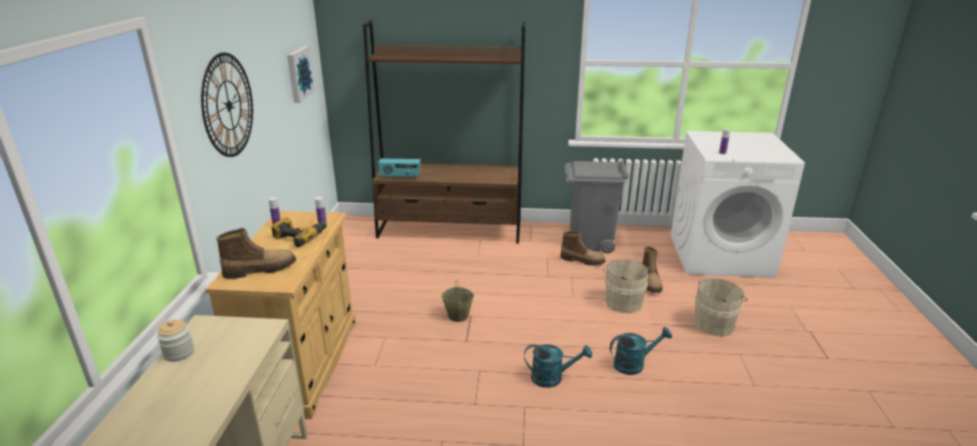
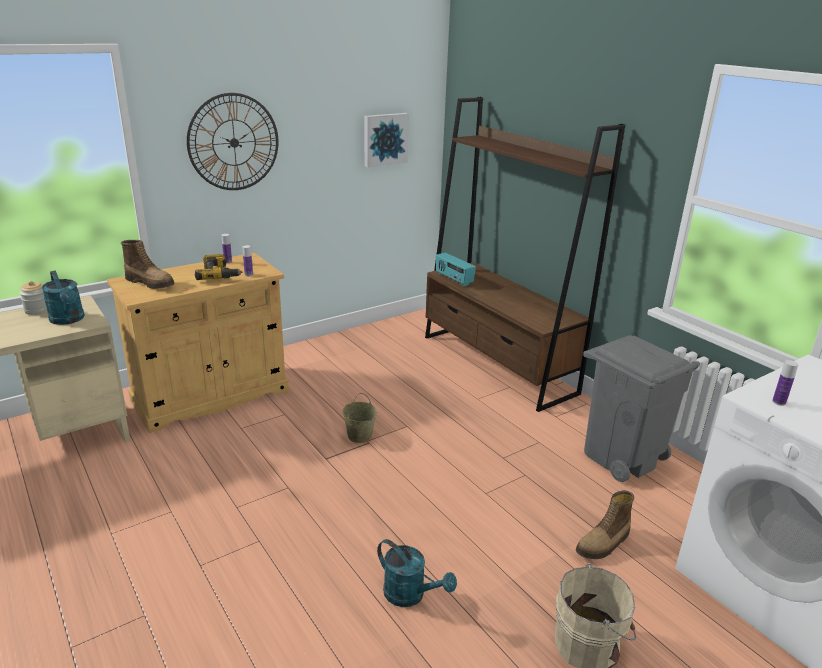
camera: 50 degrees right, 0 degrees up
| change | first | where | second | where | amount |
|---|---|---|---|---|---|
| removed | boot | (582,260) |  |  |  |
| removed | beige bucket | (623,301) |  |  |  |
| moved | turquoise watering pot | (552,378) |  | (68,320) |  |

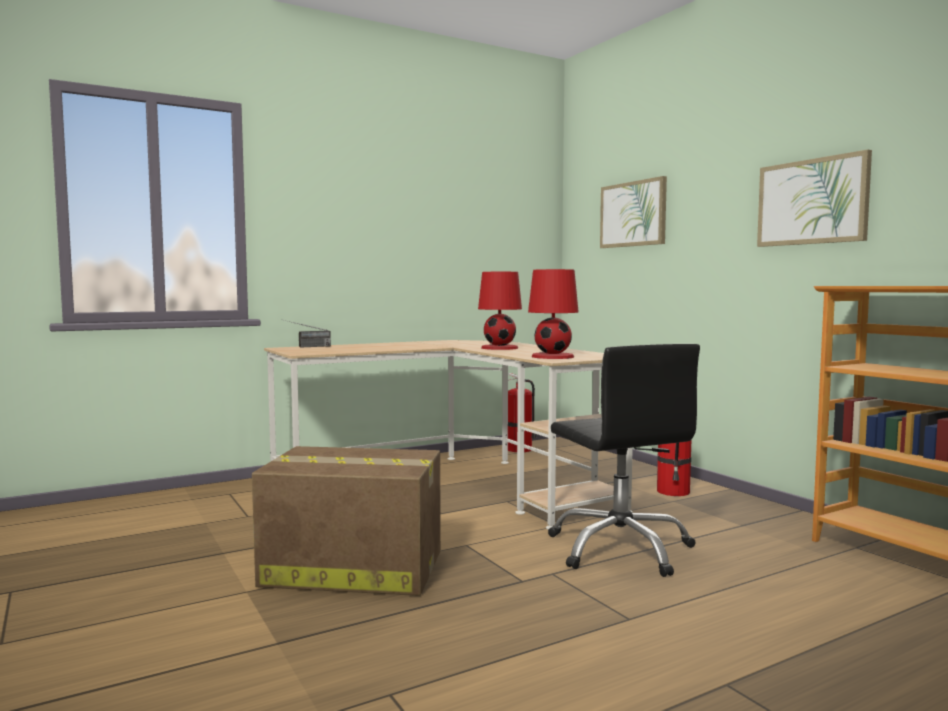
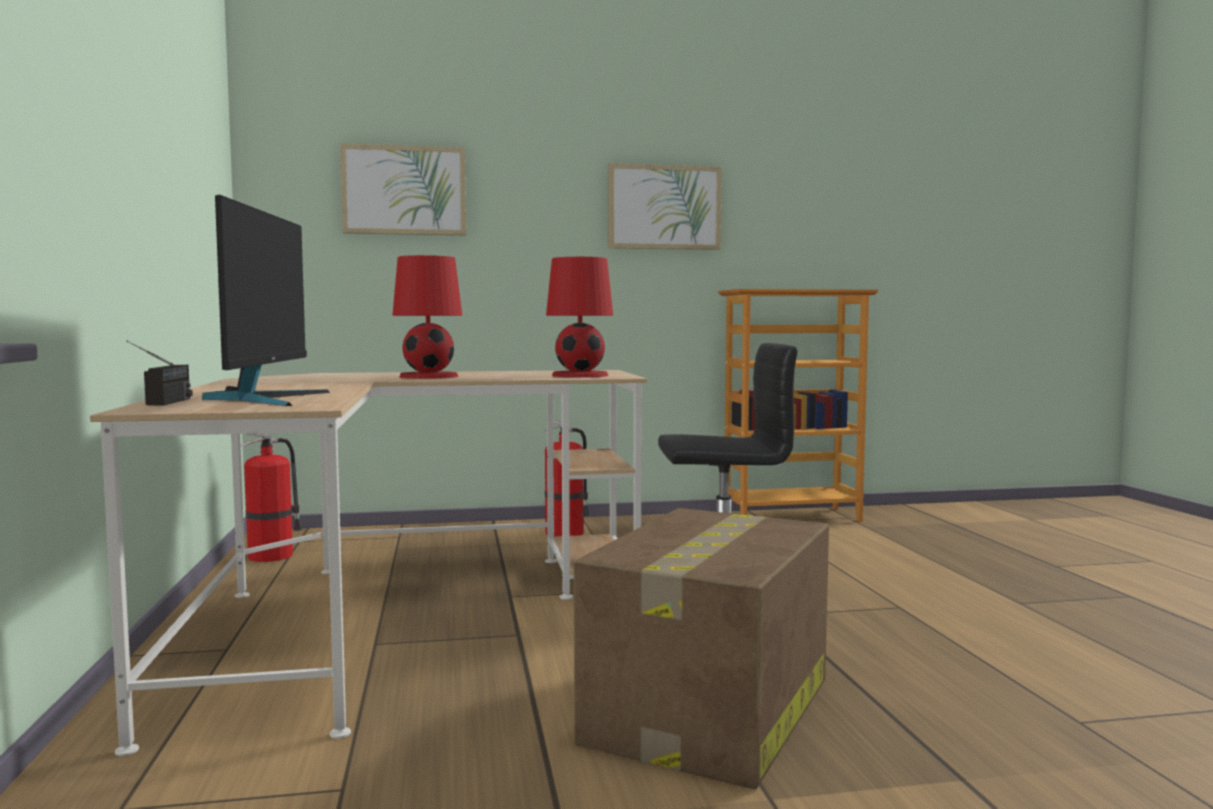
camera: 70 degrees left, 0 degrees up
| change | first | where | second | where | amount |
|---|---|---|---|---|---|
| added |  |  | monitor | (265,399) |  |

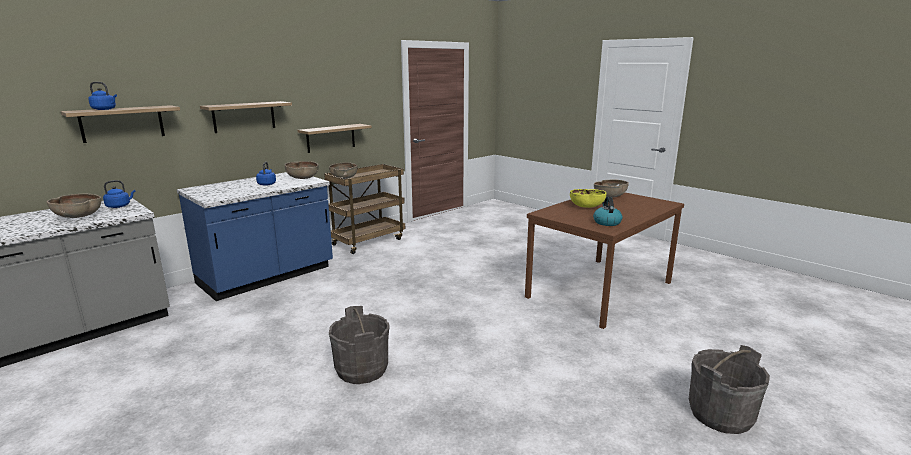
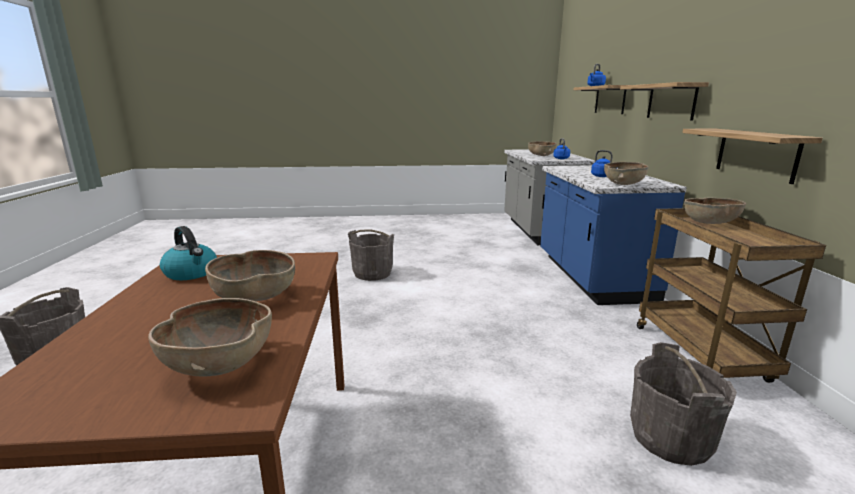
camera: 130 degrees right, 0 degrees up
| change | first | where | second | where | amount |
|---|---|---|---|---|---|
| added |  |  | grey bucket | (671,438) |  |
| recoloured | yellow-coloured deep dish | (586,207) | brown deep dish | (255,297) |  |

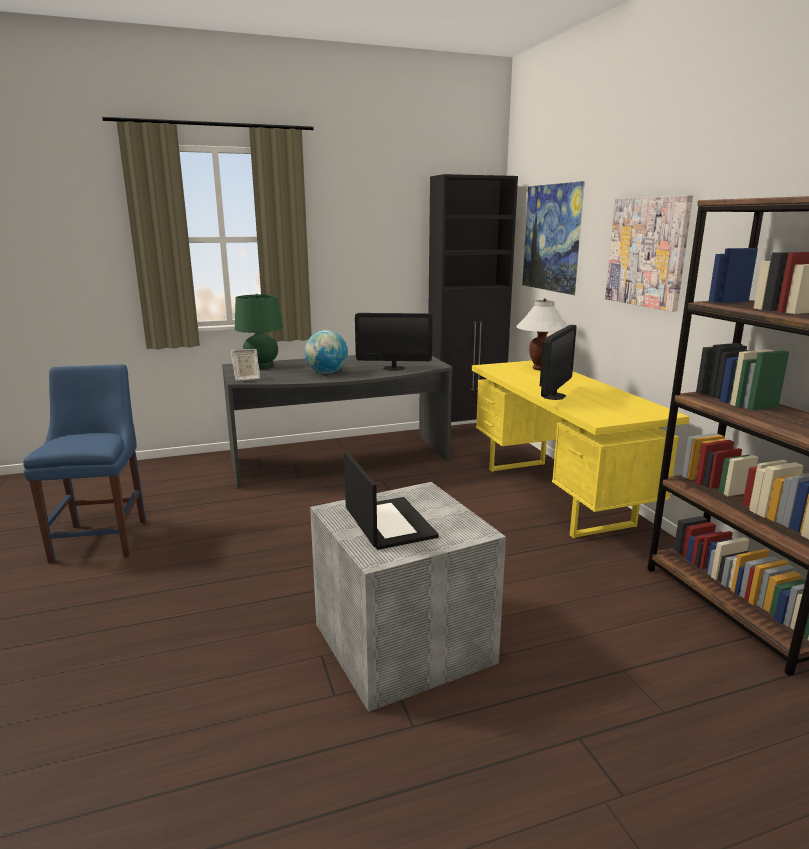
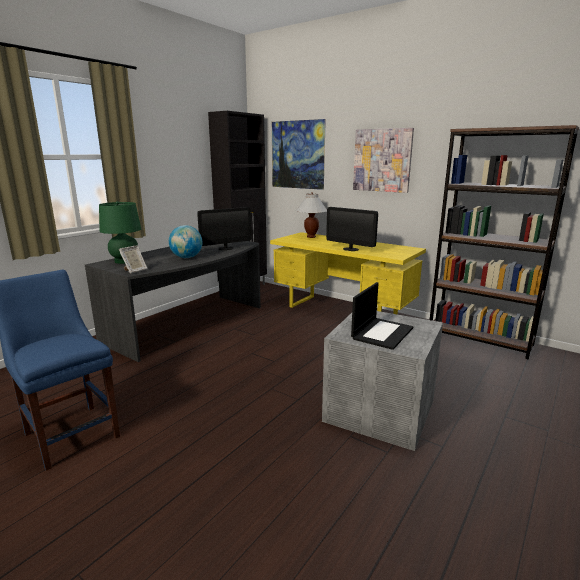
camera: 35 degrees left, 0 degrees up
| change | first | where | second | where | amount |
|---|---|---|---|---|---|
| turned | portable computer | (388,523) |  | (382,333) | 90 degrees clockwise |
| turned | monitor | (553,396) |  | (350,249) | 135 degrees clockwise |

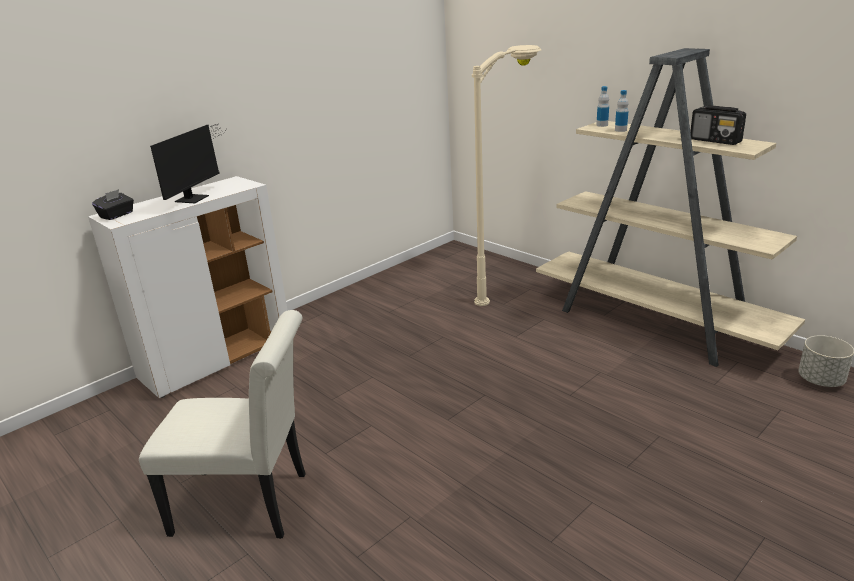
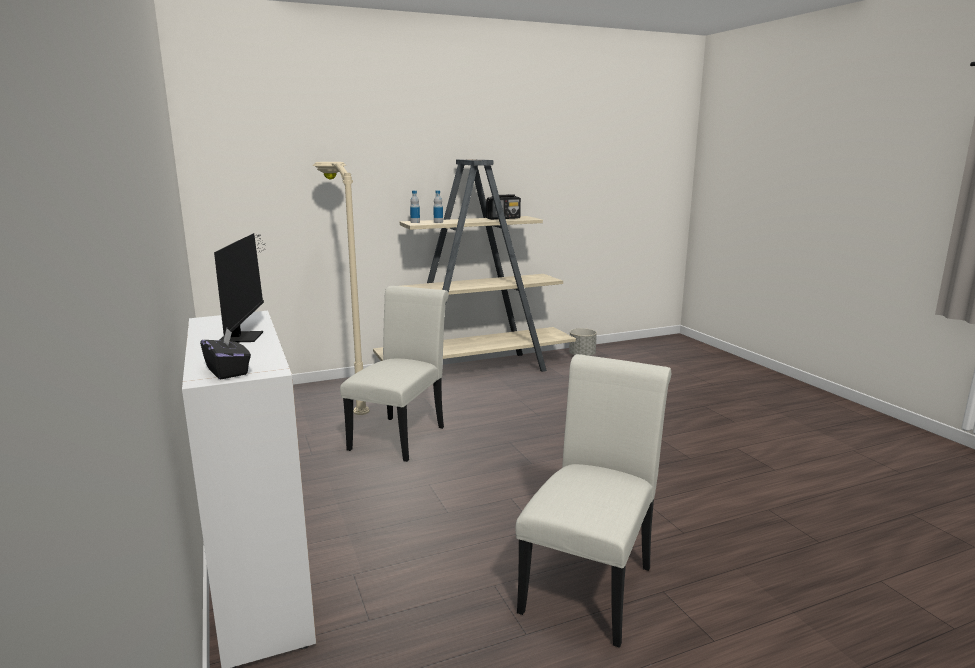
camera: 70 degrees left, 10 degrees down
| change | first | where | second | where | amount |
|---|---|---|---|---|---|
| added |  |  | white plain chair | (401,435) |  |
| turned | monitor | (196,197) |  | (244,335) | 45 degrees clockwise |

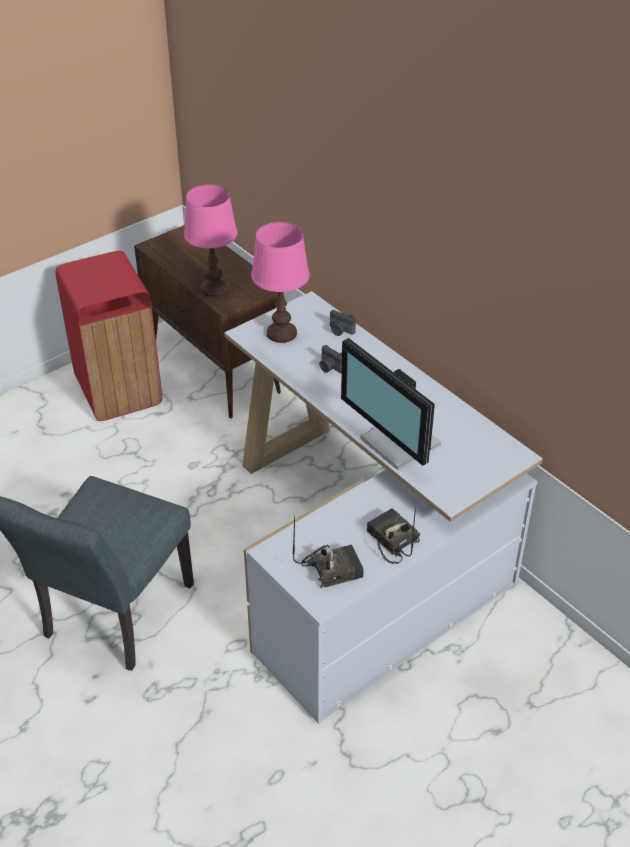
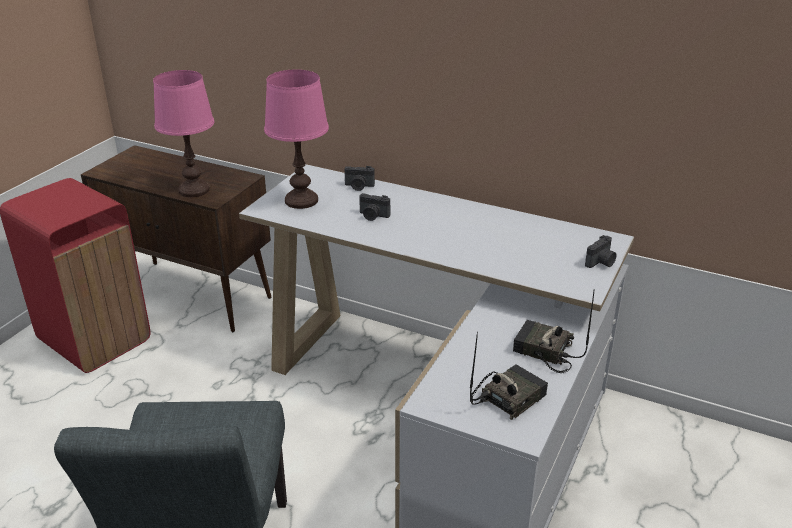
camera: 25 degrees left, 10 degrees down
| change | first | where | second | where | amount |
|---|---|---|---|---|---|
| removed | monitor | (398,444) |  |  |  |
| added |  |  | photo camera | (601,262) |  |

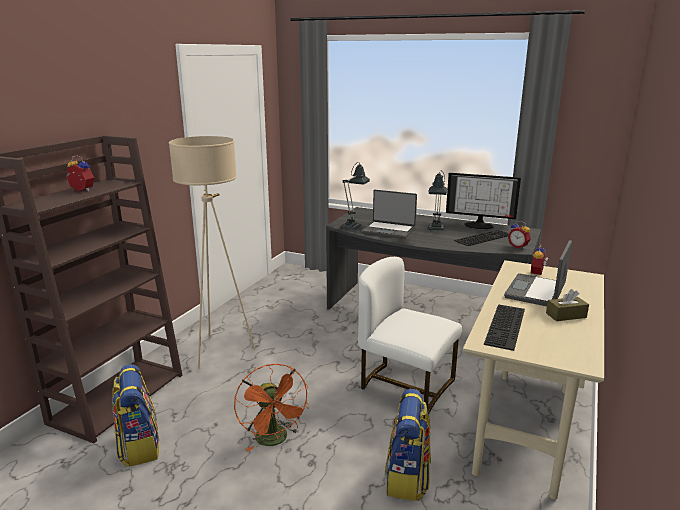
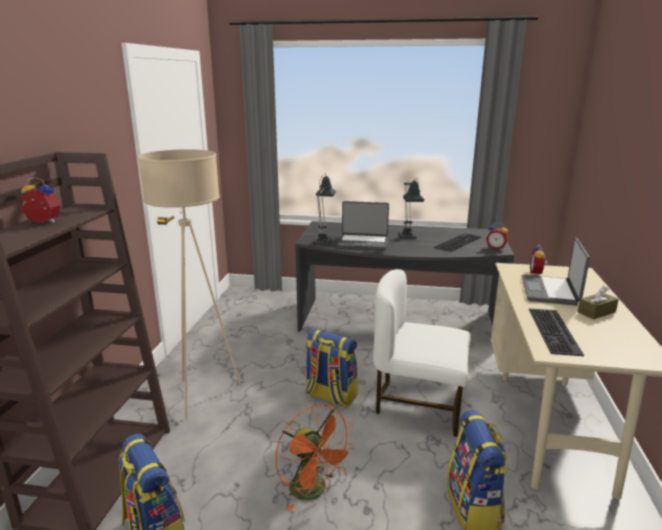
camera: 15 degrees left, 0 degrees up
| change | first | where | second | where | amount |
|---|---|---|---|---|---|
| removed | monitor | (479,225) |  |  |  |
| added |  |  | rucksack | (330,396) |  |

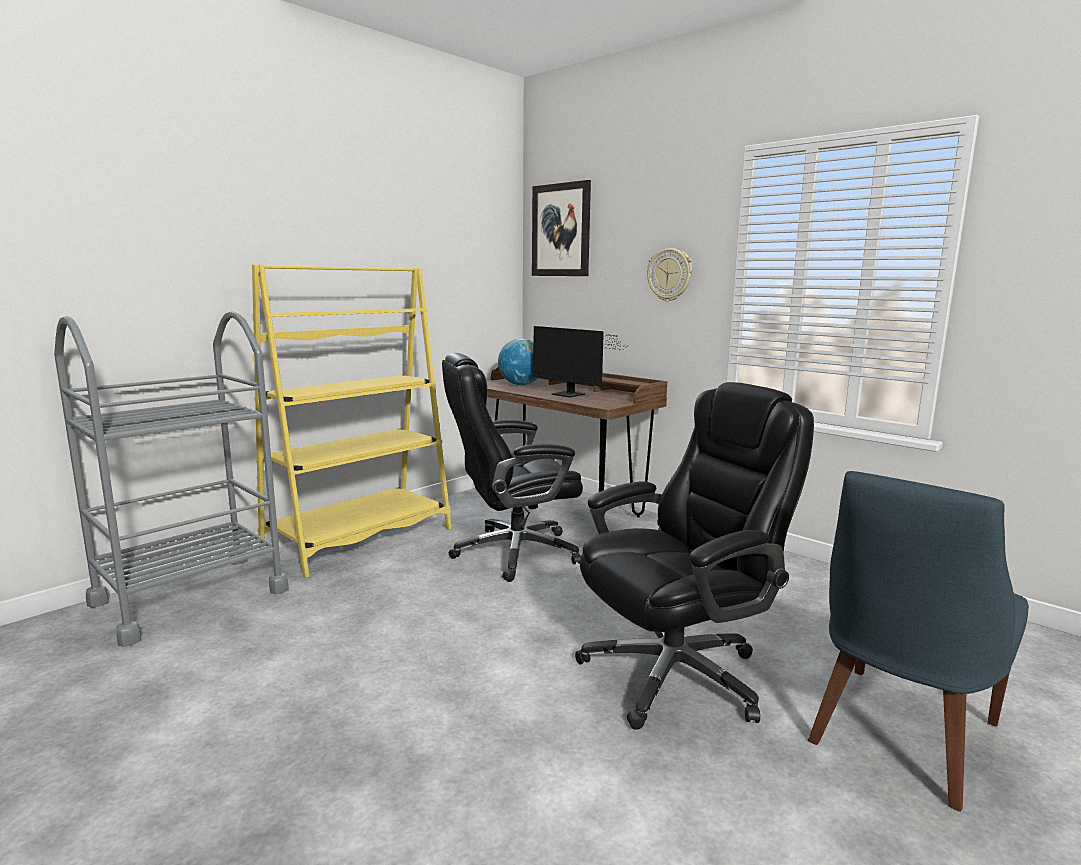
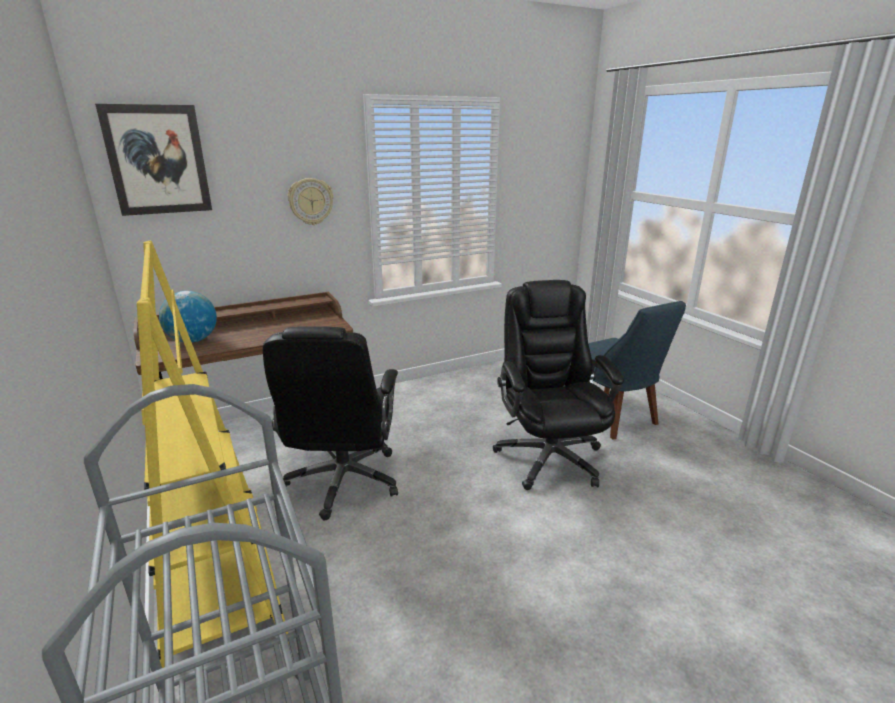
camera: 70 degrees left, 10 degrees up
| change | first | where | second | where | amount |
|---|---|---|---|---|---|
| removed | monitor | (570,395) |  |  |  |

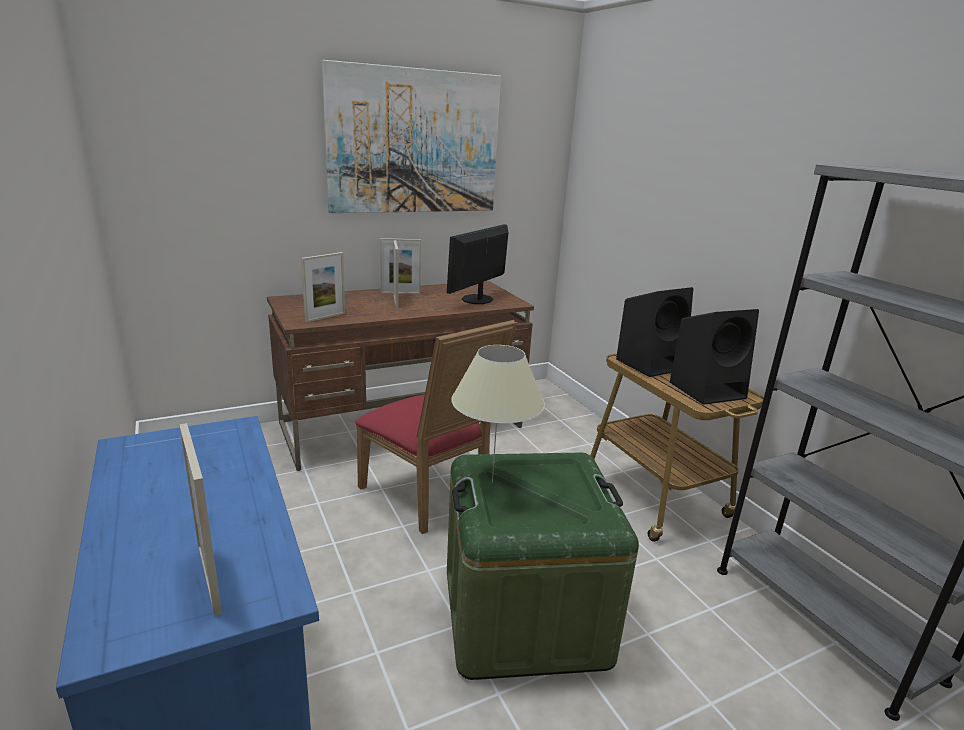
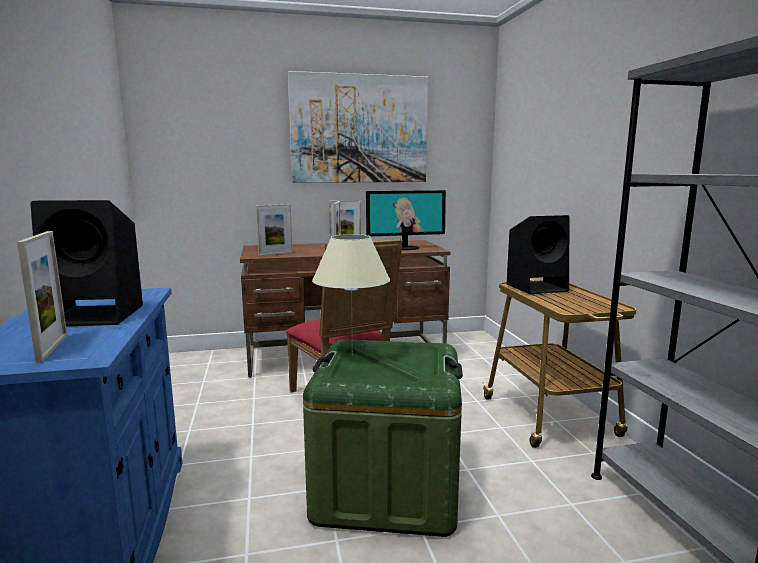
camera: 15 degrees right, 10 degrees down
| change | first | where | second | where | amount |
|---|---|---|---|---|---|
| moved | blackish loudspeaker | (708,390) |  | (98,315) |  |
| turned | monitor | (478,299) |  | (405,248) | 150 degrees counterclockwise |

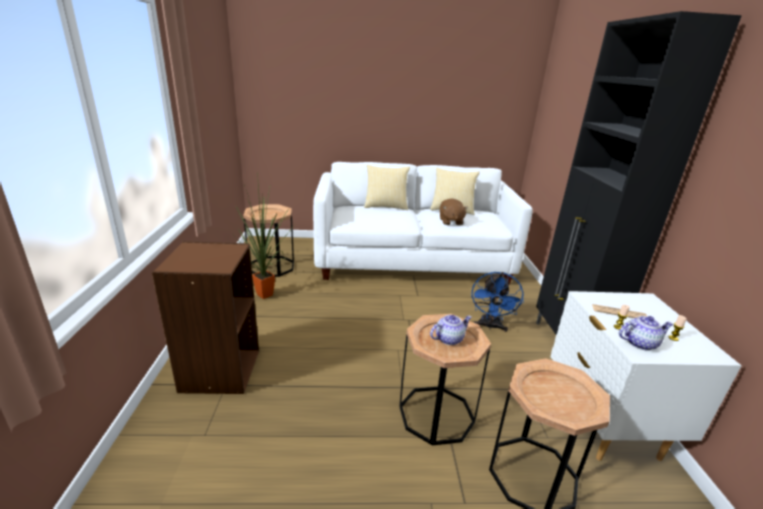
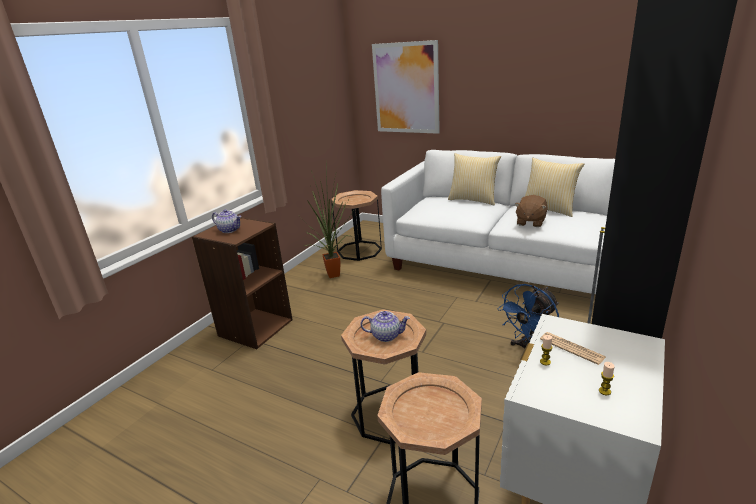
camera: 35 degrees right, 0 degrees up
| change | first | where | second | where | amount |
|---|---|---|---|---|---|
| added |  |  | picture | (406,88) |  |
| moved | teapot | (640,343) |  | (229,230) |  |

